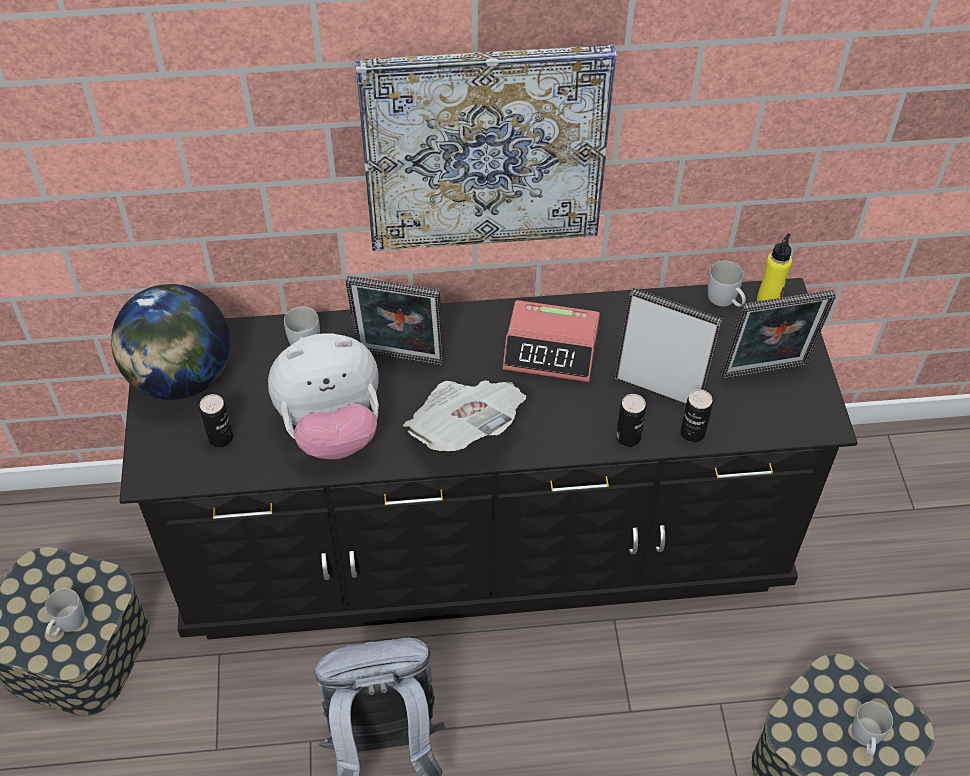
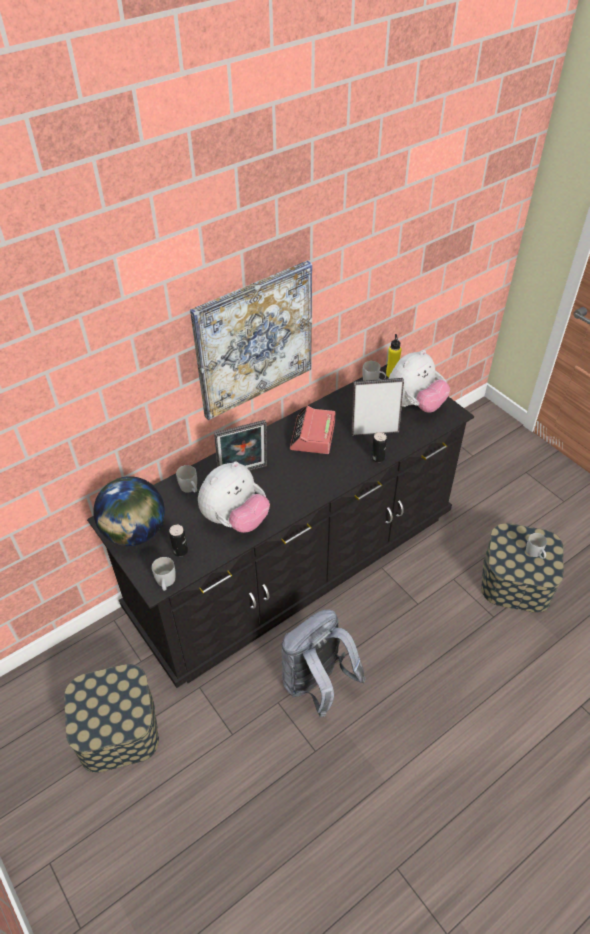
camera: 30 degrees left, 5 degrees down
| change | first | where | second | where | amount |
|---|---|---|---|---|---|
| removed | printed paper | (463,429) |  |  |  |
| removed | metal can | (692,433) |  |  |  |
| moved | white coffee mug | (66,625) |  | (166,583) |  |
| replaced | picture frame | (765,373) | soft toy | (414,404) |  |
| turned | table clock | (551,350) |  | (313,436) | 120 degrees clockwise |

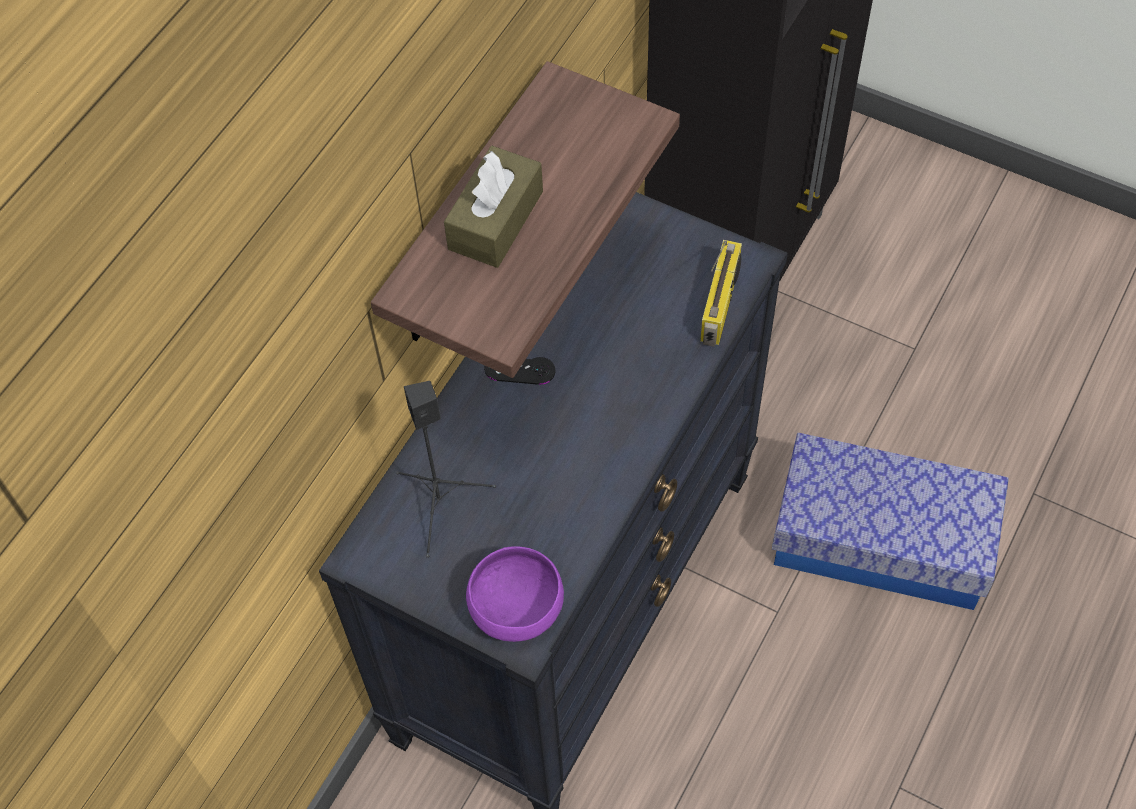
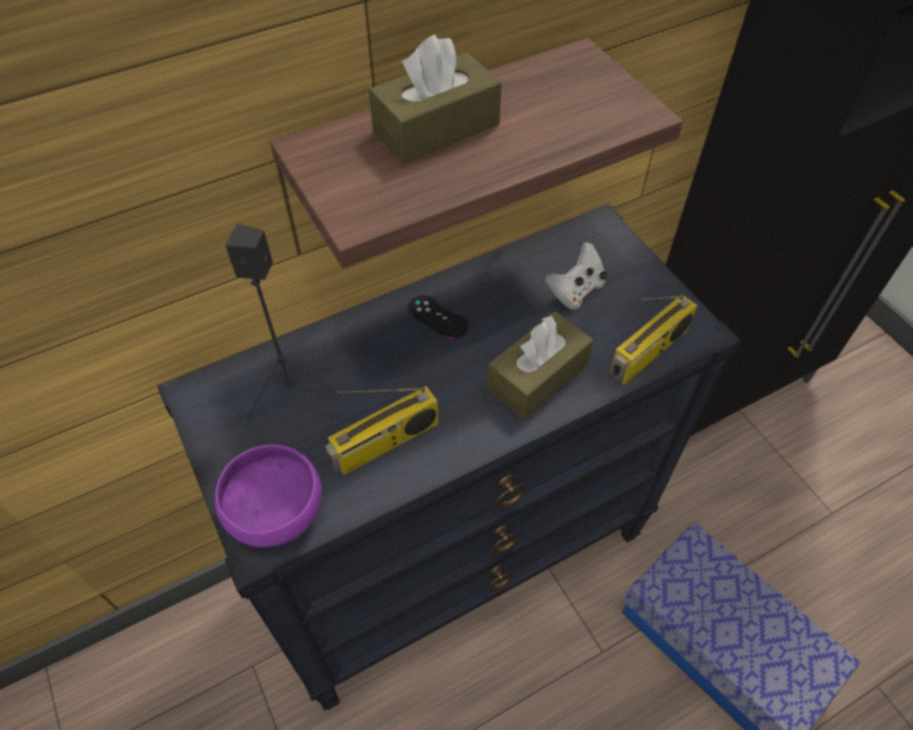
camera: 30 degrees right, 5 degrees down
| change | first | where | second | where | amount |
|---|---|---|---|---|---|
| added |  |  | radio receiver | (385,444) |  |
| added |  |  | brown tissue holder | (537,376) |  |
| added |  |  | white gamepad | (575,291) |  |

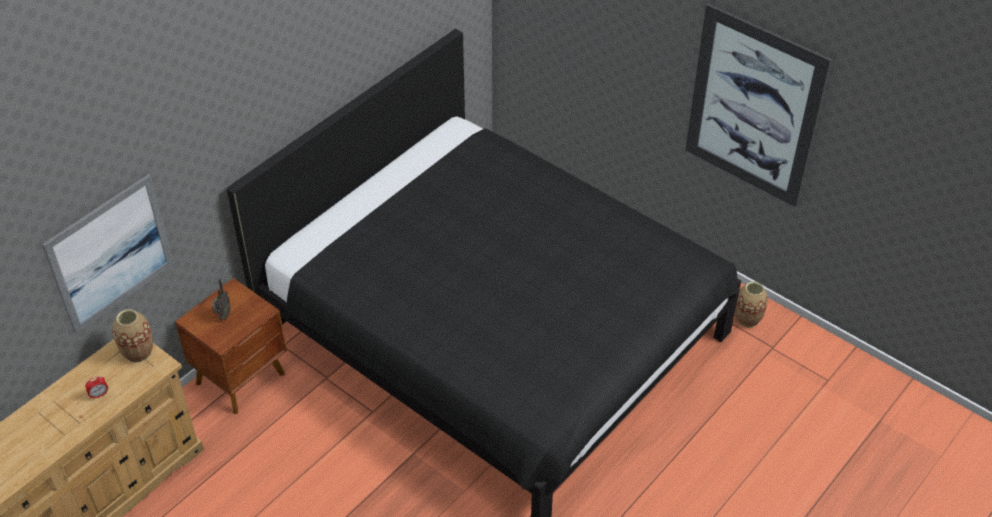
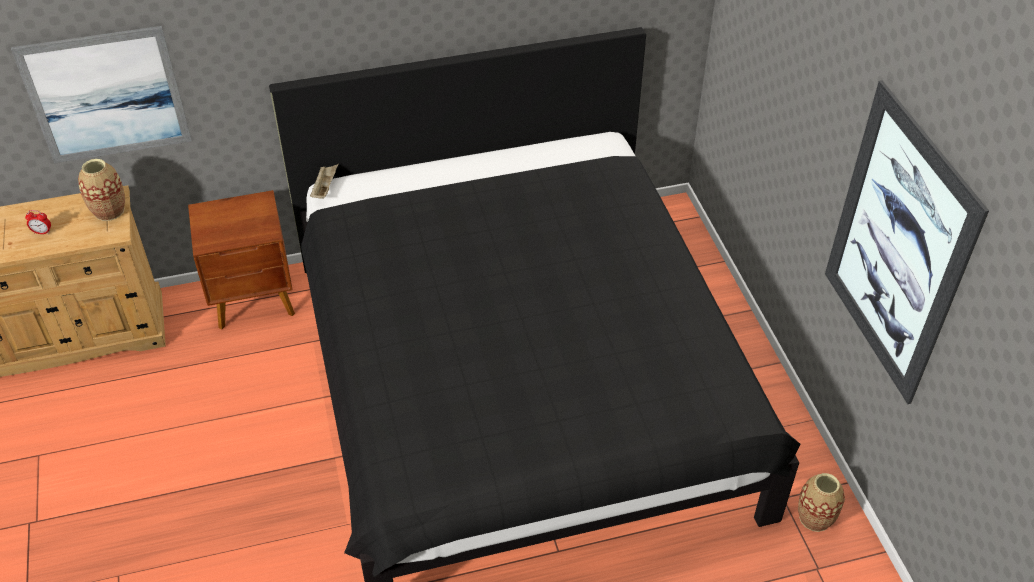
camera: 35 degrees right, 0 degrees up
| change | first | where | second | where | amount |
|---|---|---|---|---|---|
| removed | radio receiver | (223,316) |  |  |  |
| added |  |  | beige tray | (325,187) |  |

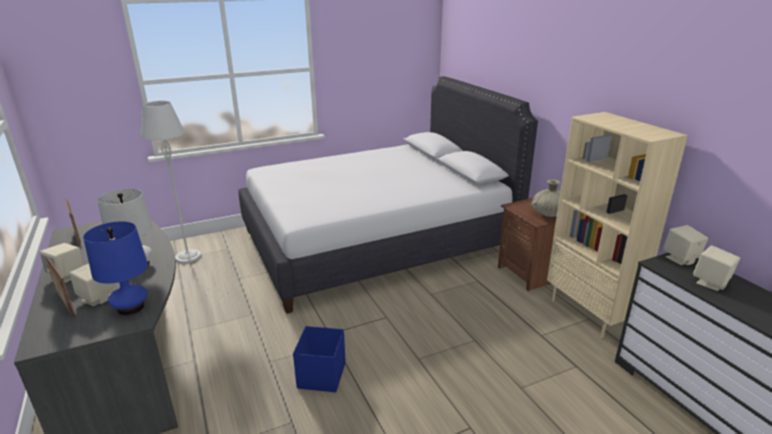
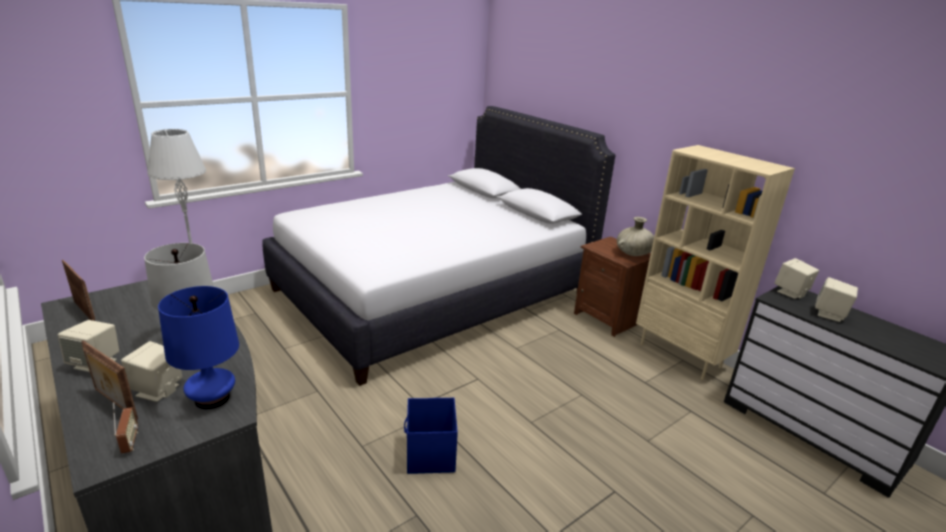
camera: 15 degrees left, 0 degrees up
| change | first | where | second | where | amount |
|---|---|---|---|---|---|
| added |  |  | radio receiver | (130,442) |  |

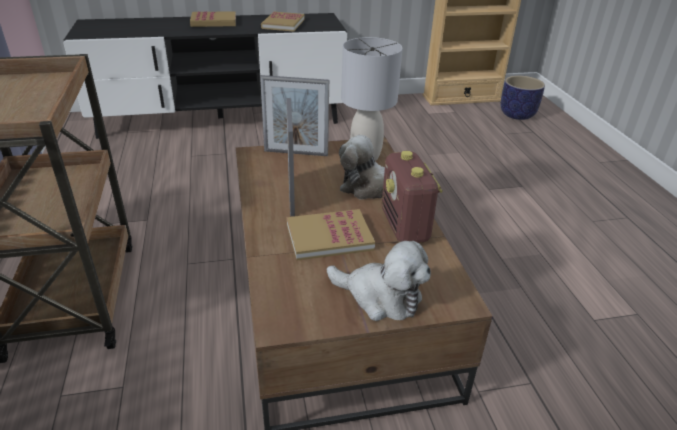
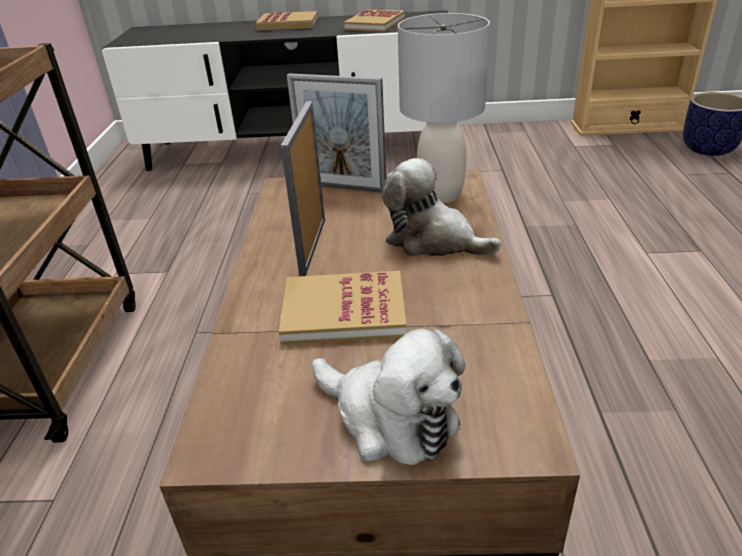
camera: 15 degrees right, 0 degrees up
| change | first | where | second | where | amount |
|---|---|---|---|---|---|
| removed | radio receiver | (405,226) |  |  |  |

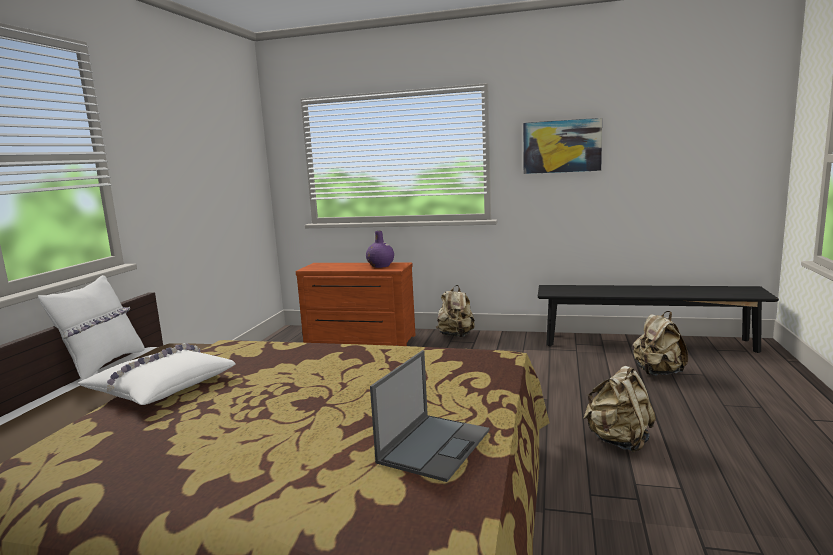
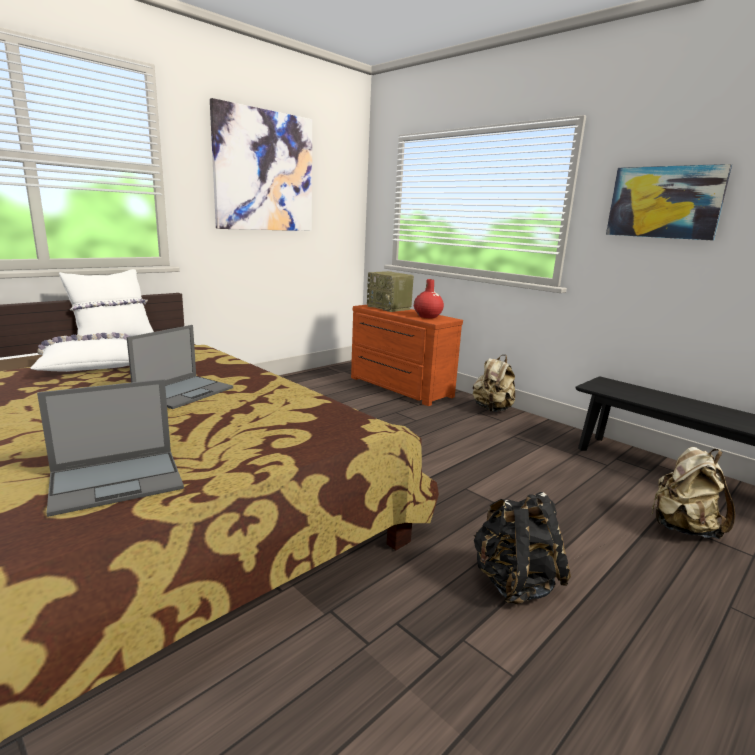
camera: 30 degrees right, 5 degrees up
| change | first | where | second | where | amount |
|---|---|---|---|---|---|
| added |  |  | portable computer | (185,391) |  |
| added |  |  | picture | (264,171) |  |
| added |  |  | radio receiver | (389,308) |  |
| recoloured | purple-coloured vase | (380,266) | red-coloured vase | (427,316) |  |
| recoloured | beige rucksack | (619,441) | blackish rucksack | (514,583) |  |

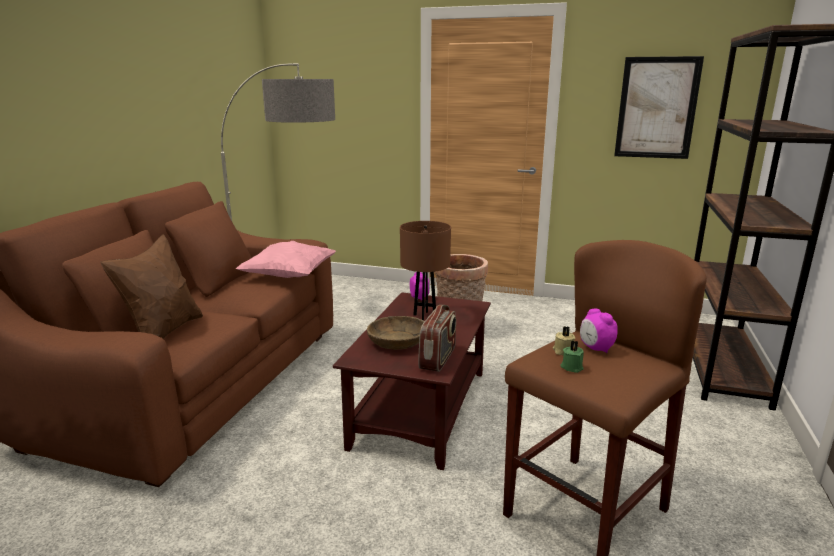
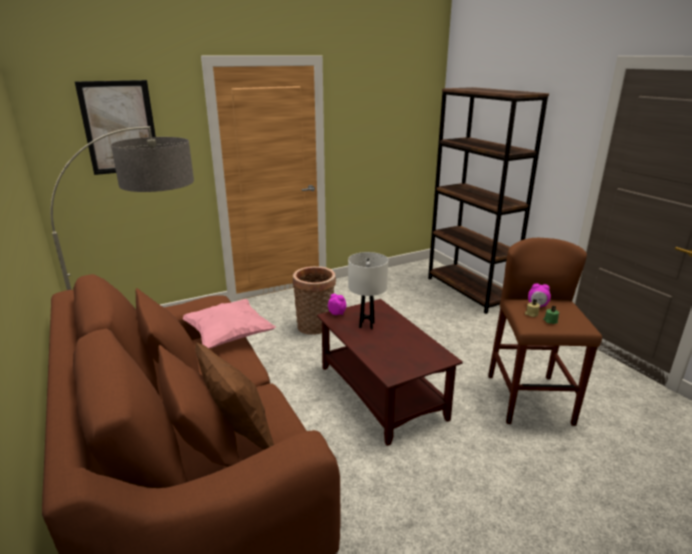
camera: 45 degrees left, 5 degrees up
| change | first | where | second | where | amount |
|---|---|---|---|---|---|
| removed | brown deep dish | (398,341) |  |  |  |
| removed | radio receiver | (438,358) |  |  |  |
| moved | picture | (657,108) |  | (120,127) |  |
| recoloured | brown tabletop lamp | (425,316) | white tabletop lamp | (367,325) |  |

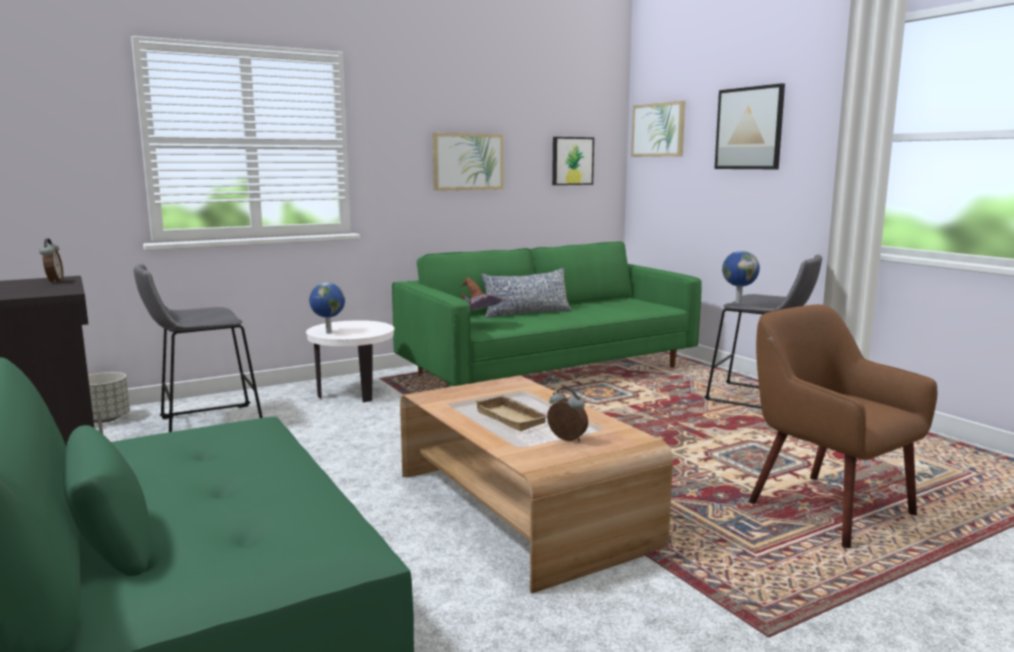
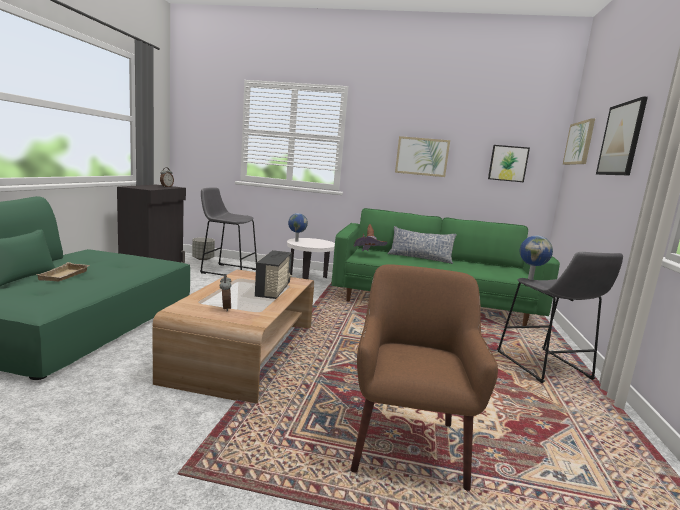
camera: 40 degrees right, 0 degrees up
| change | first | where | second | where | amount |
|---|---|---|---|---|---|
| added |  |  | radio receiver | (274,291) |  |
| moved | beige tray | (513,418) |  | (65,276) |  |

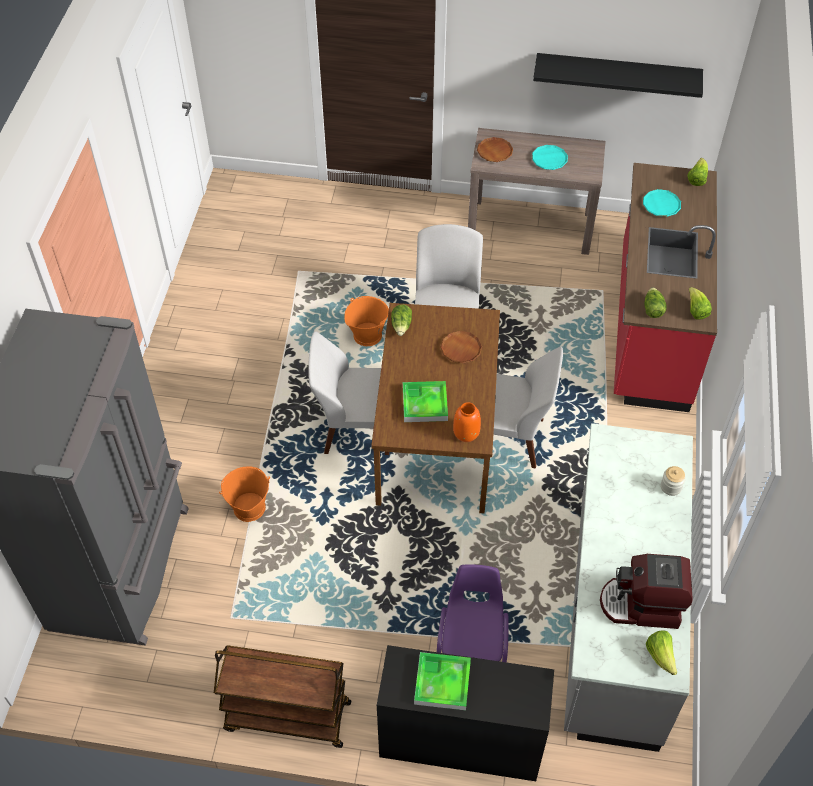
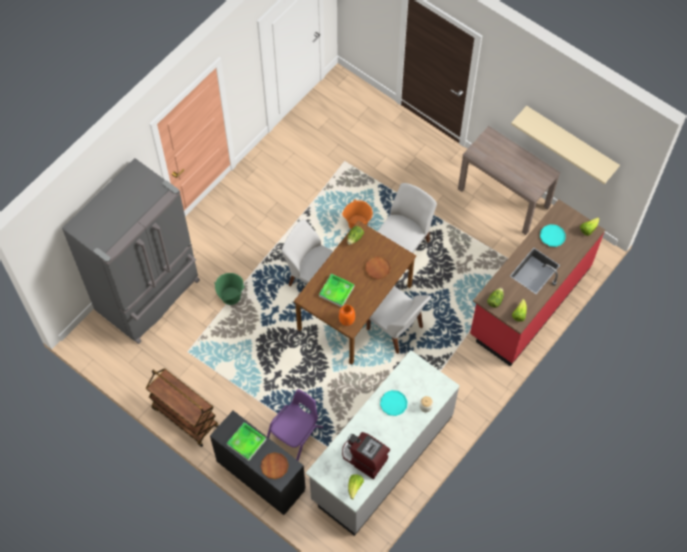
camera: 30 degrees right, 10 degrees up
| change | first | where | second | where | amount |
|---|---|---|---|---|---|
| moved | brown flat dish | (494,152) |  | (274,466) |  |
| moved | turquoise flat dish | (549,159) |  | (393,403) |  |
| recoloured | orange-coloured bucket | (249,508) | green-coloured bucket | (230,296) |  |
| recoloured | blackish wall shelf | (617,74) | beige wall shelf | (570,140) |  |

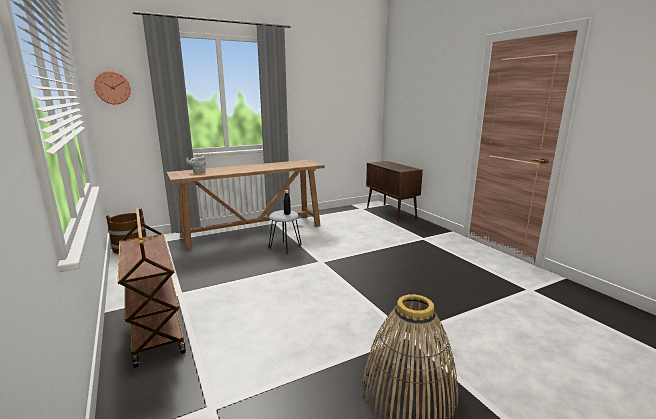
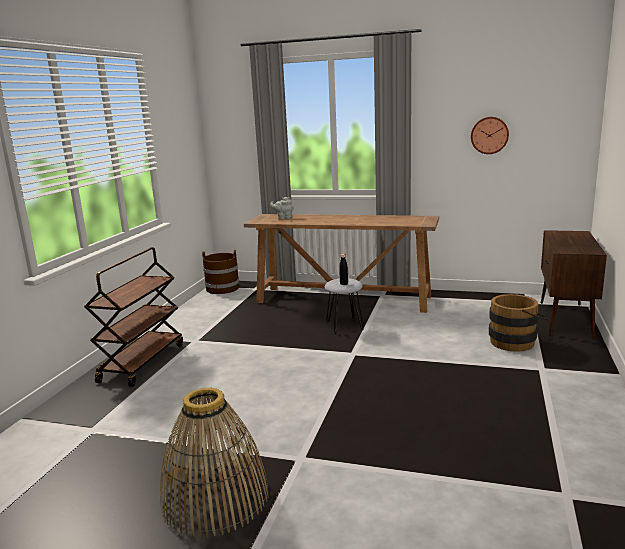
camera: 45 degrees right, 0 degrees up
| change | first | where | second | where | amount |
|---|---|---|---|---|---|
| added |  |  | brown bucket | (516,342) |  |
| moved | hanging clock | (112,88) |  | (489,135) |  |

